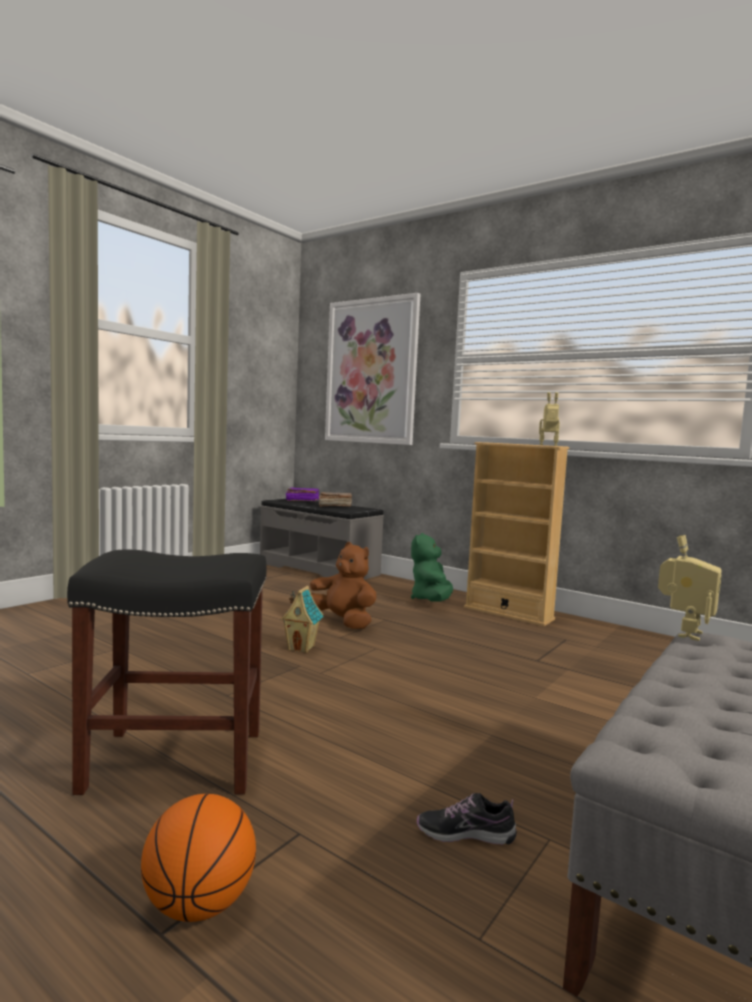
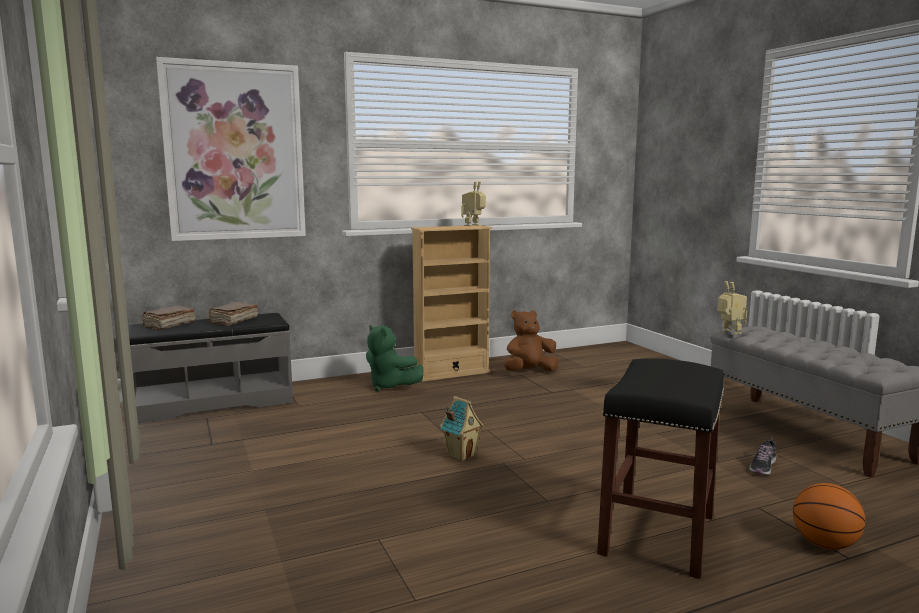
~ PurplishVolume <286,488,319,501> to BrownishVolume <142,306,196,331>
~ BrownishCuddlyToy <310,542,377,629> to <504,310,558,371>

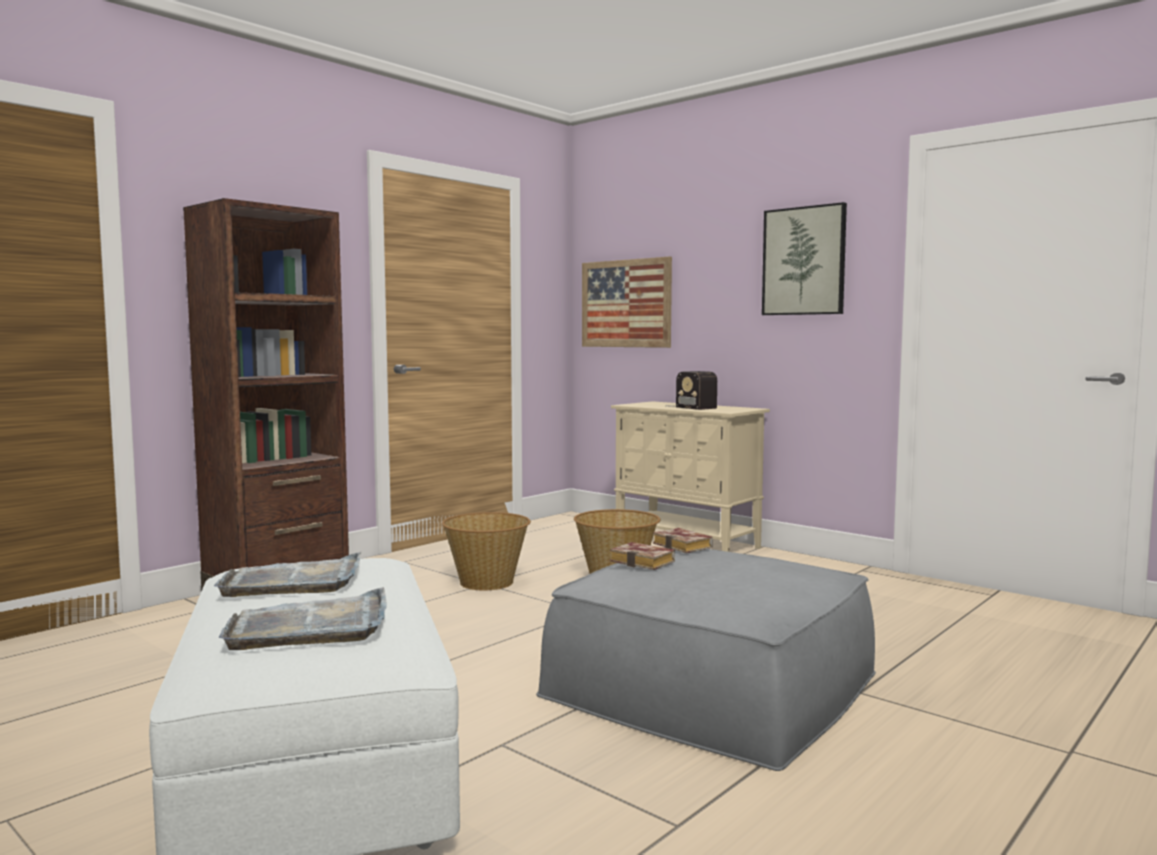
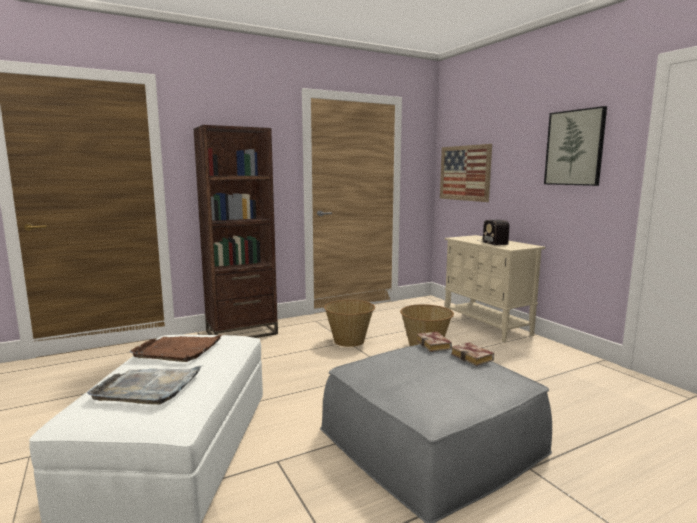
~ GreyishTray <214,552,361,597> to BrownishTray <130,335,222,362>
~ Volume <610,542,675,570> to <451,342,494,366>

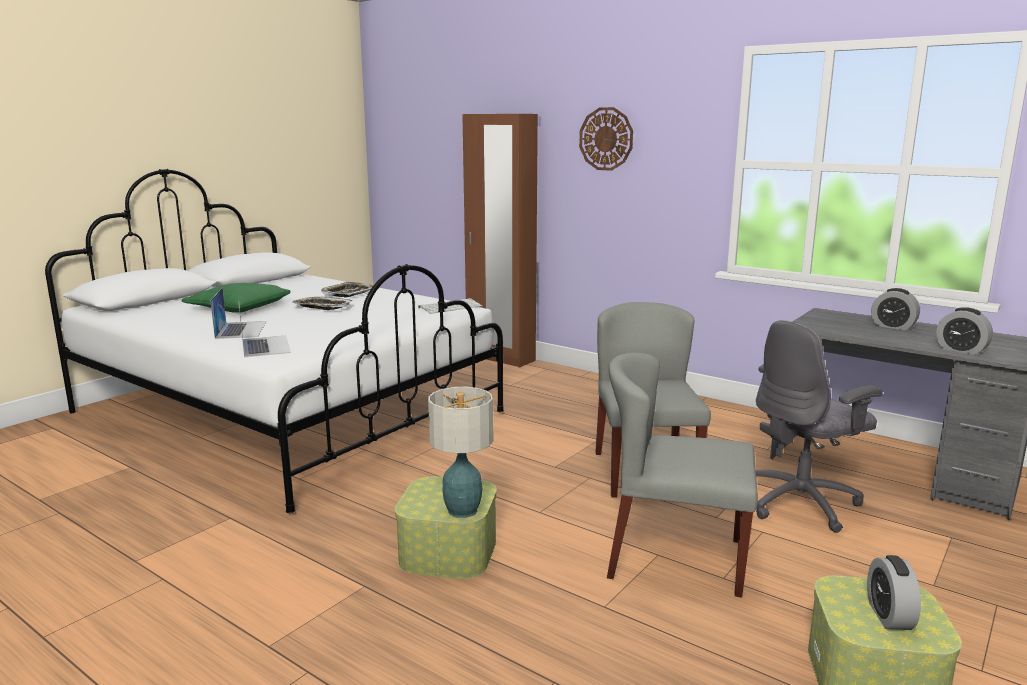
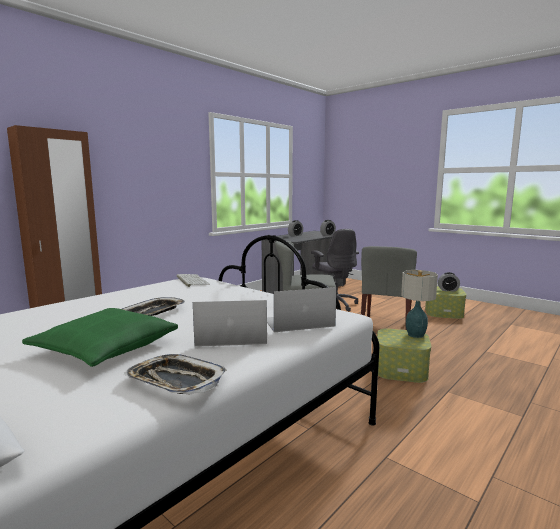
~ Tray <321,282,373,297> to <124,354,227,394>
- WallClock <579,107,633,171>

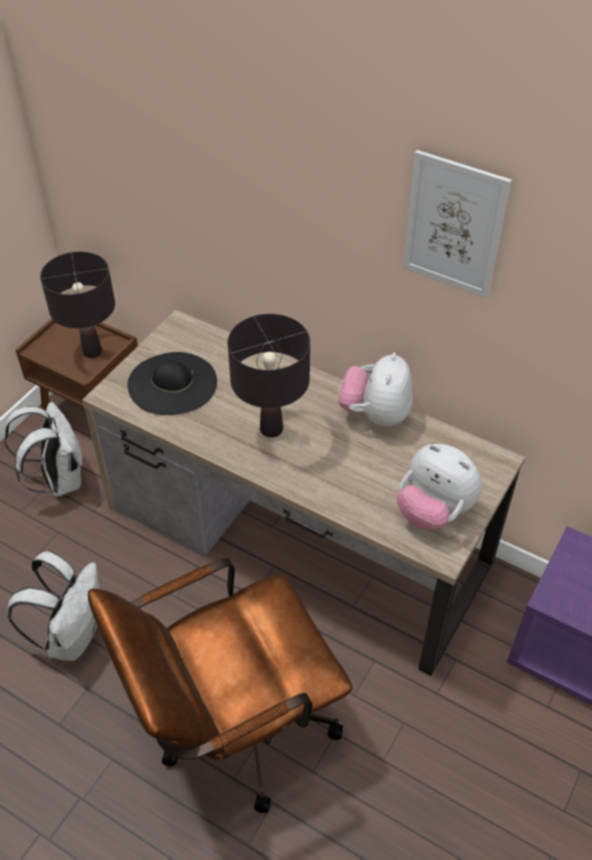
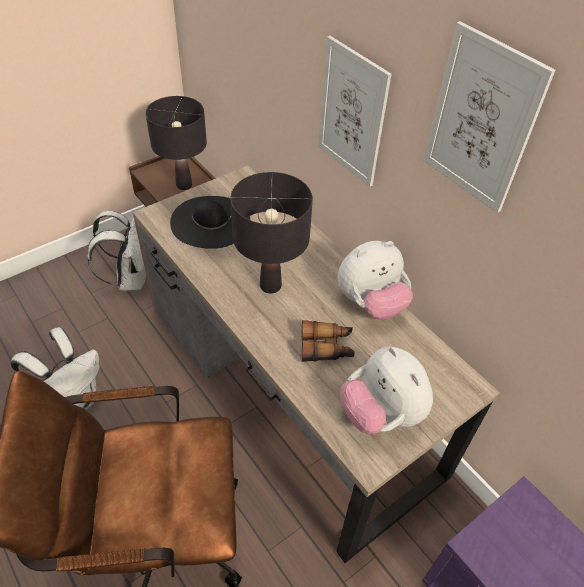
+ PairOfBinoculars <302,320,355,362>
+ WallArt <318,36,392,187>
~ CuddlyToy <338,353,413,427> = <337,241,413,320> 150 degrees counterclockwise

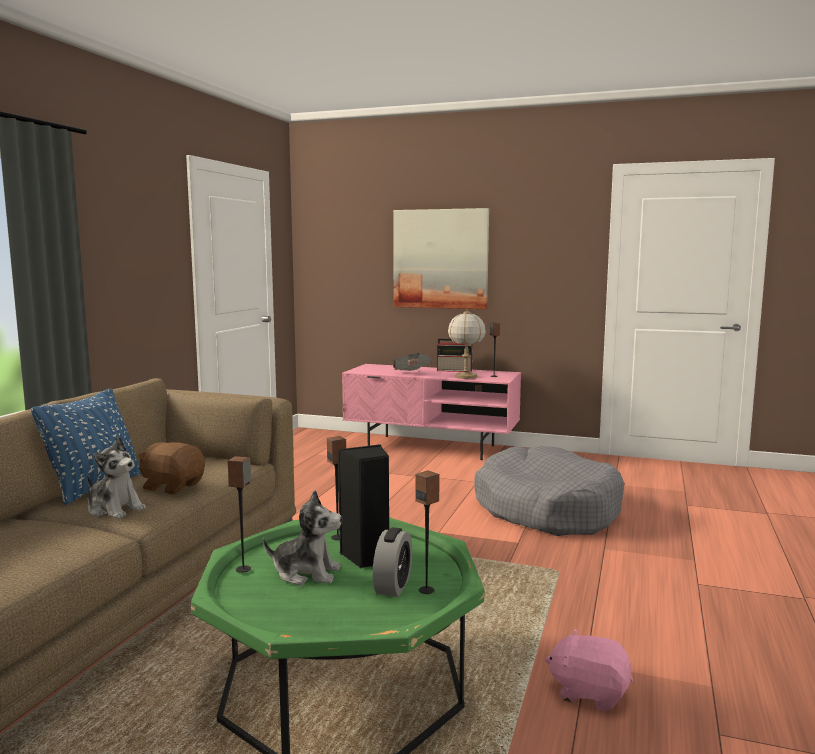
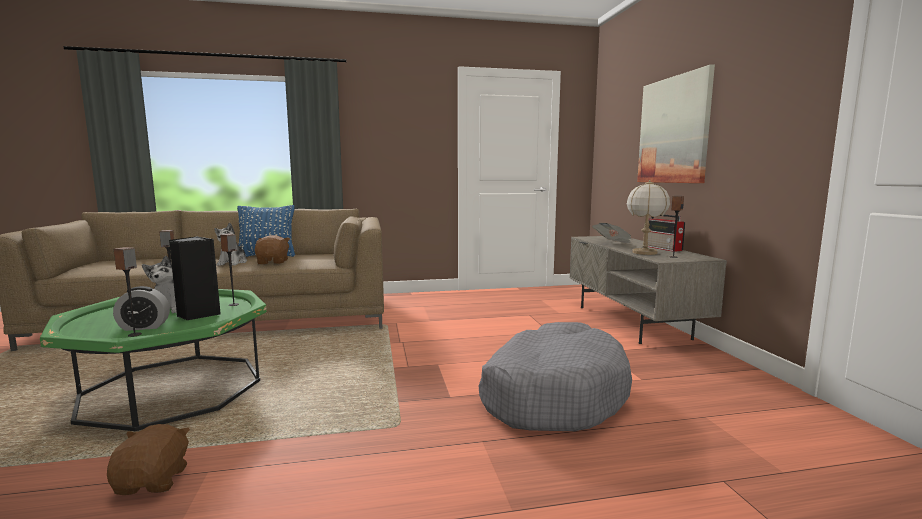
~ PinkishCuddlyToy <545,629,633,711> to BrownishCuddlyToy <107,424,190,495>
~ PinkishMediaConsole <342,364,521,460> to GreyishMediaConsole <570,236,727,344>

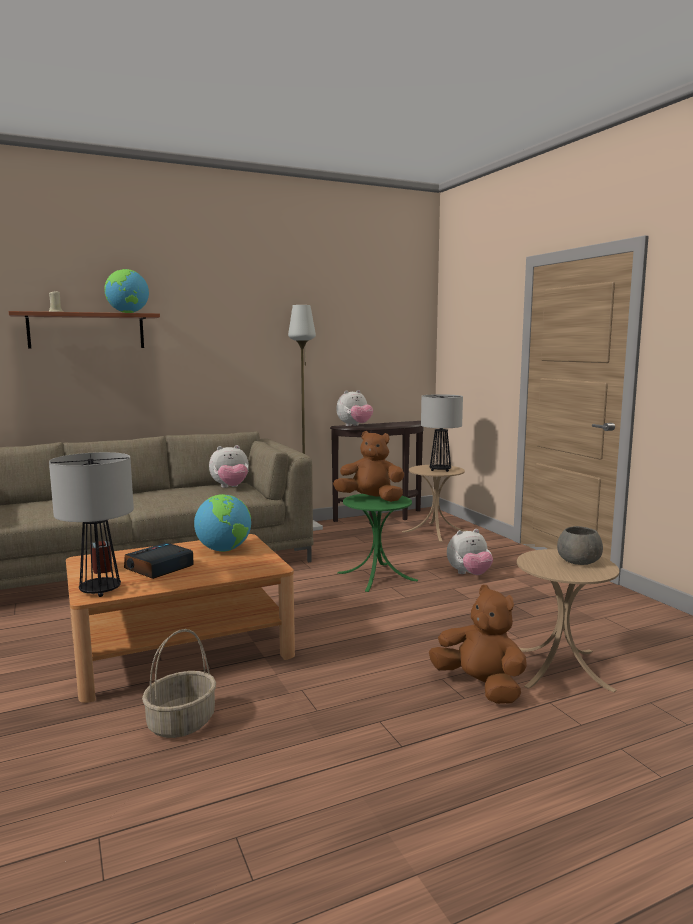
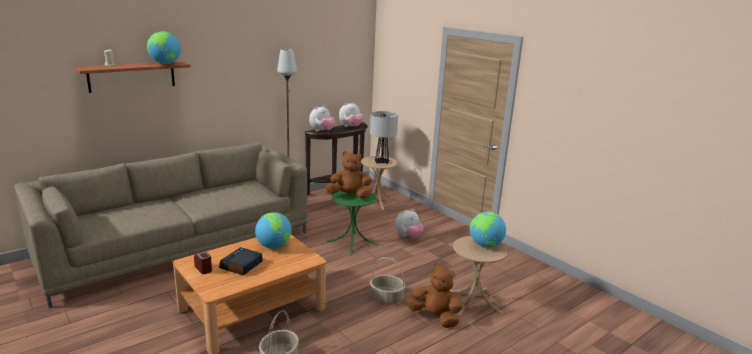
~ CuddlyToy <209,445,249,488> to <339,102,363,127>
+ HouseholdBasket <370,257,405,305>
~ GreyishServingBowl <557,526,603,565> to Globe <470,212,506,248>
- LampForATable <49,452,134,597>

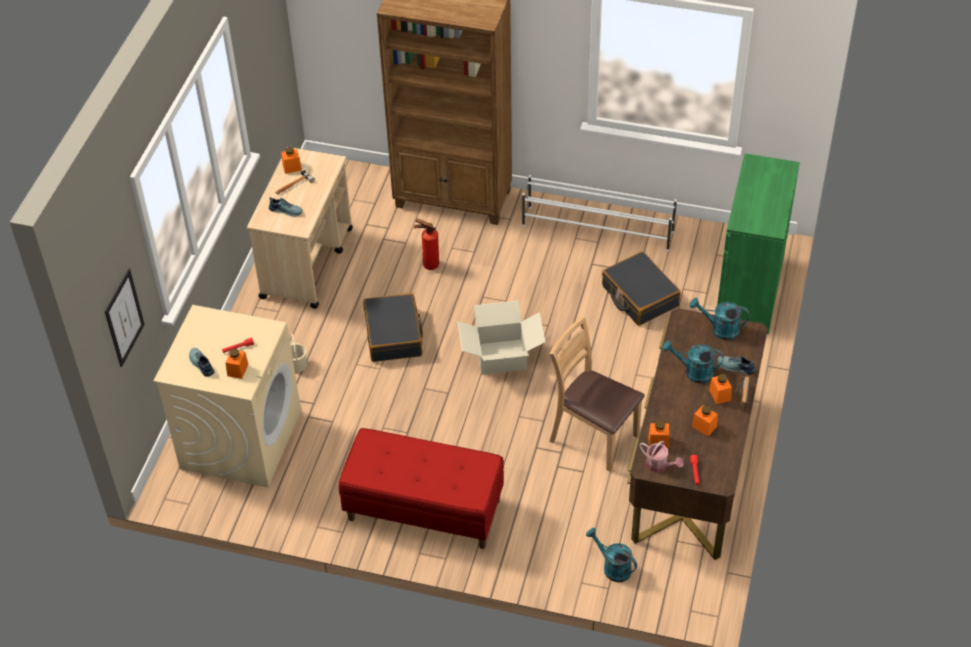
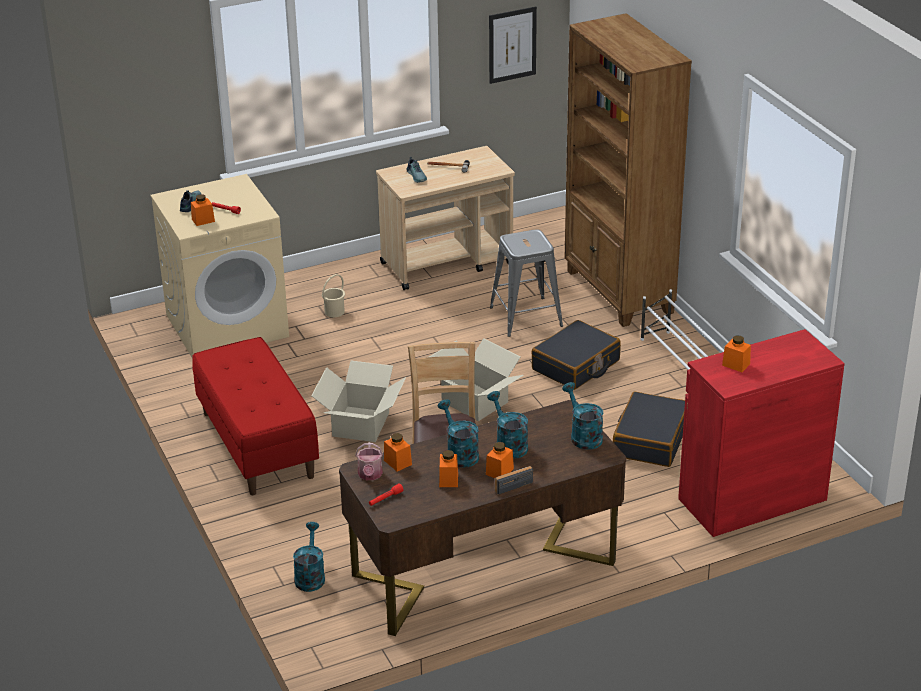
+ CardboardBox <311,361,406,442>
+ BlueGreenSprinklingCan <438,399,479,468>
~ WallArt <105,269,145,367> to <489,7,537,84>
~ FireFightingCylinder <414,218,439,270> to GreyishStoolSeat <490,229,563,337>
~ BlackishSuitcase <364,293,423,362> to <531,320,621,390>
~ GreenCupboard <717,153,800,334> to ReddishCupboard <678,329,845,537>
~ OrangeColouredPreserveJar <281,147,302,174> to <722,335,751,372>
- Shoe <717,356,756,375>

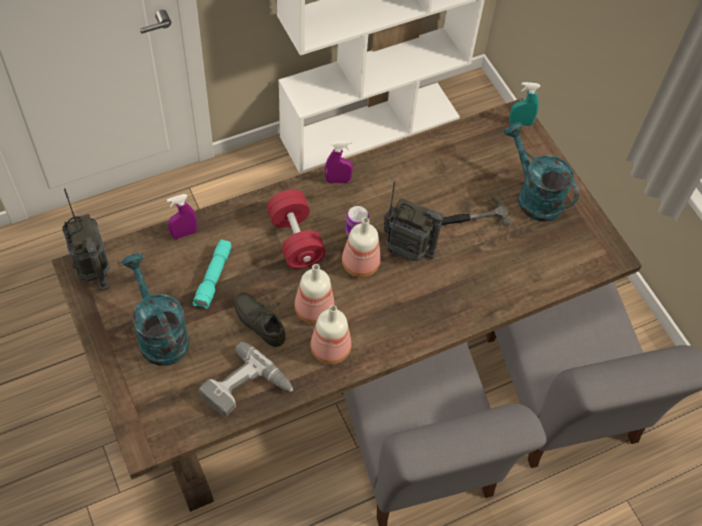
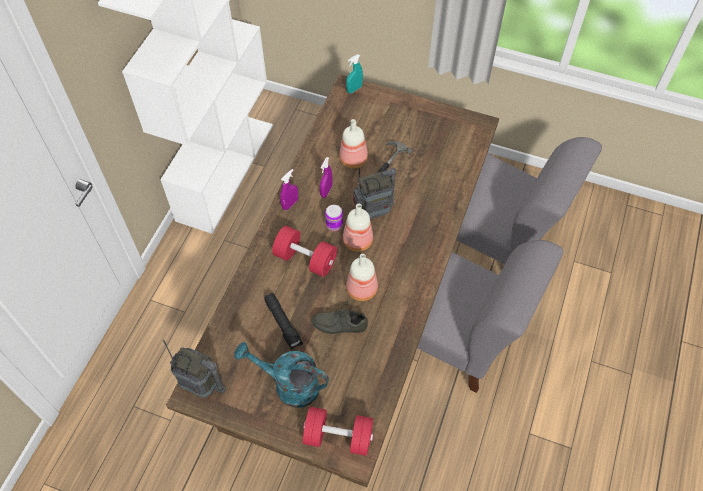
~ BlueGreenHandTorch <192,239,231,309> to BlackishHandTorch <264,293,303,350>
+ ReddishHandWeight <303,407,373,456>
~ PurplishSprayer <167,194,197,239> to <320,157,333,198>
~ BeverageBottle <311,305,351,364> to <339,119,368,168>
- Drill <199,342,293,416>
- BlueGreenSprinklingCan <503,122,579,222>

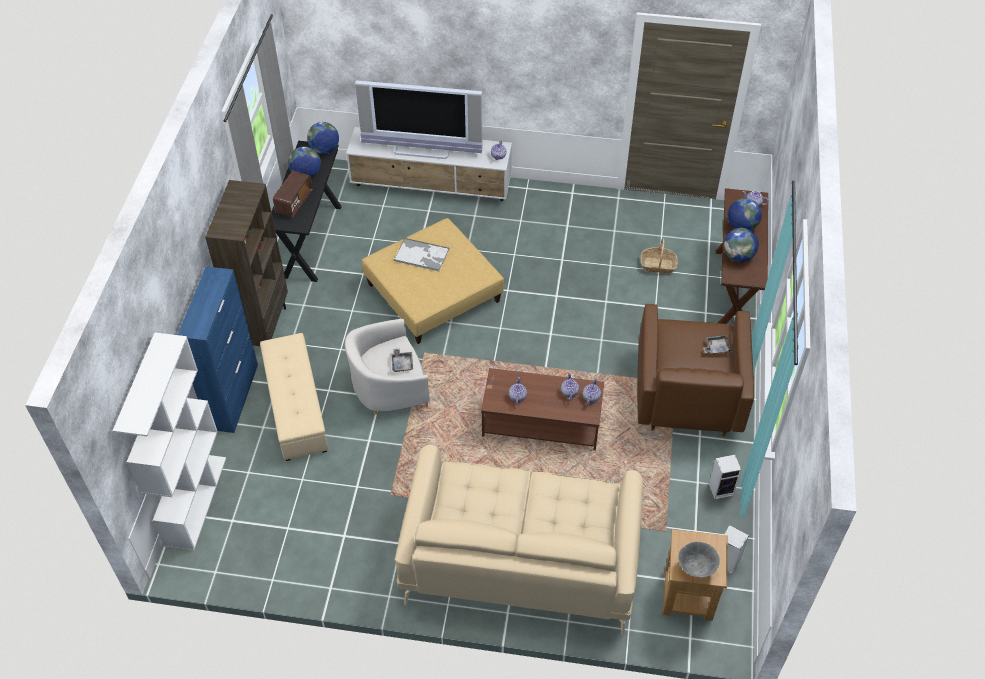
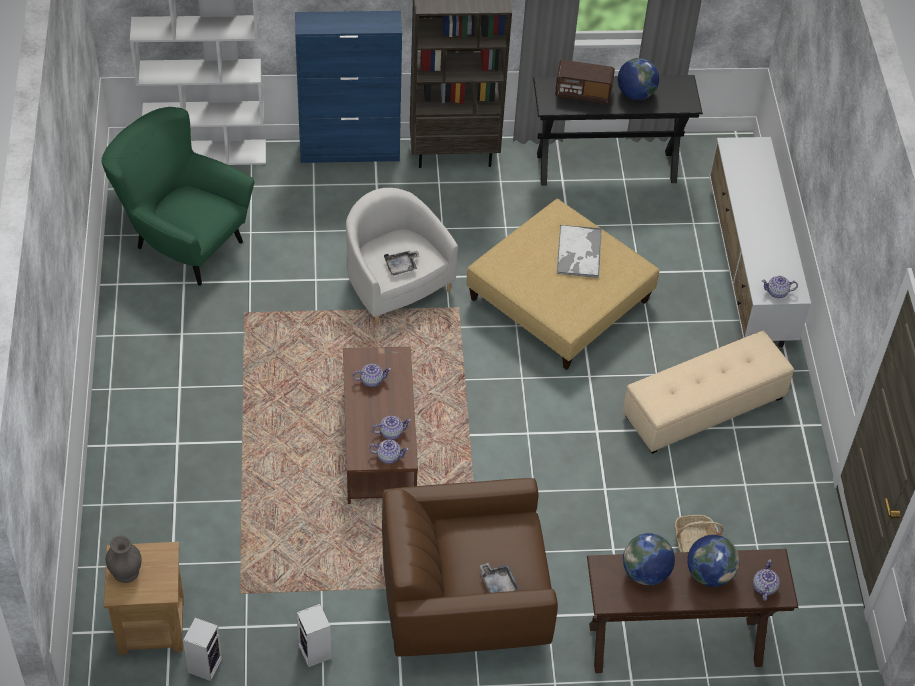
+ GreenEasyChair <102,107,254,286>
~ GreyishServingBowl <678,542,720,577> to GreyishVase <106,536,142,583>
~ BeigeOttoman <260,333,328,461> to <623,330,794,454>
- Globe <307,122,339,154>
- Tv <355,80,483,159>
- BeigeSettee <395,445,643,636>

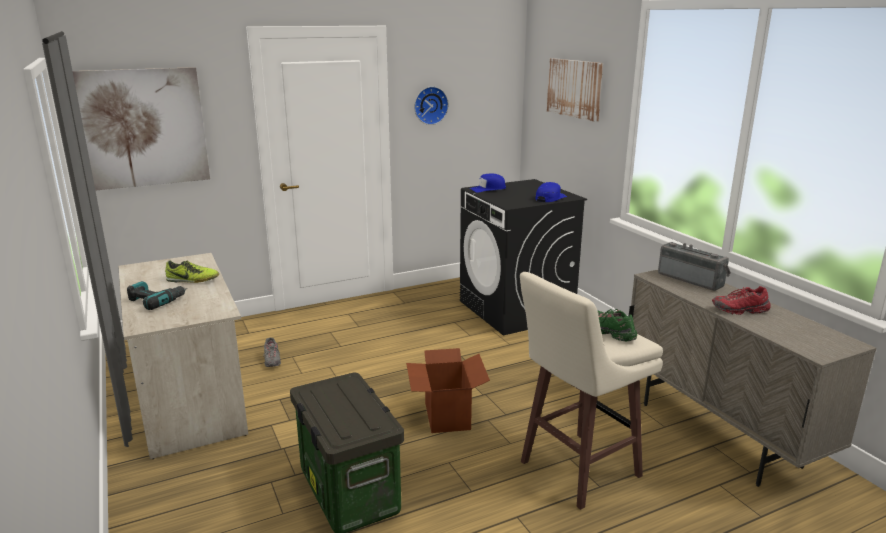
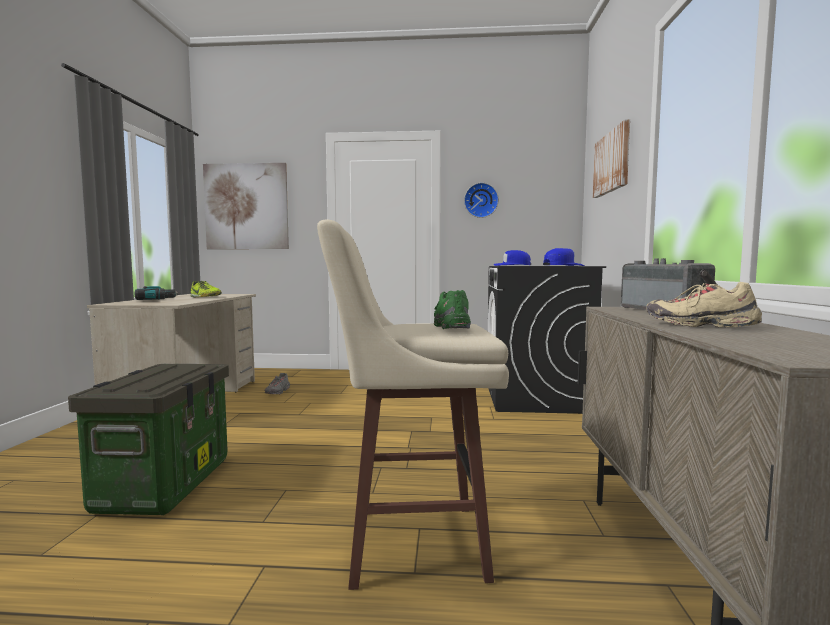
~ ReddishShoe <712,286,771,315> to BeigeShoe <646,282,762,327>
- CardboardBox <406,348,490,433>

